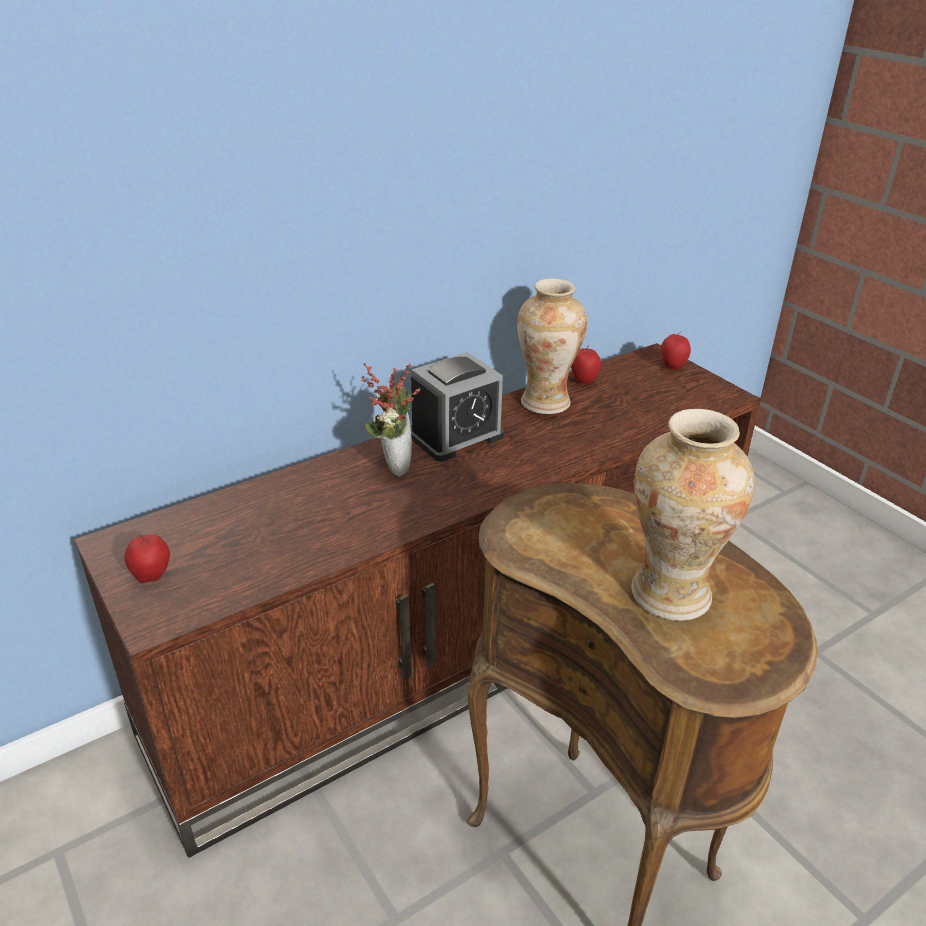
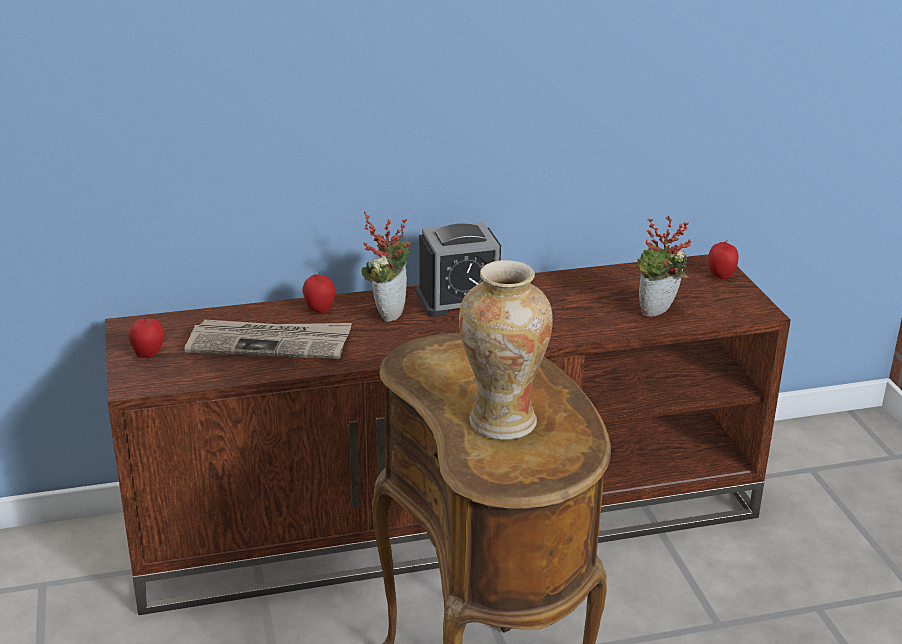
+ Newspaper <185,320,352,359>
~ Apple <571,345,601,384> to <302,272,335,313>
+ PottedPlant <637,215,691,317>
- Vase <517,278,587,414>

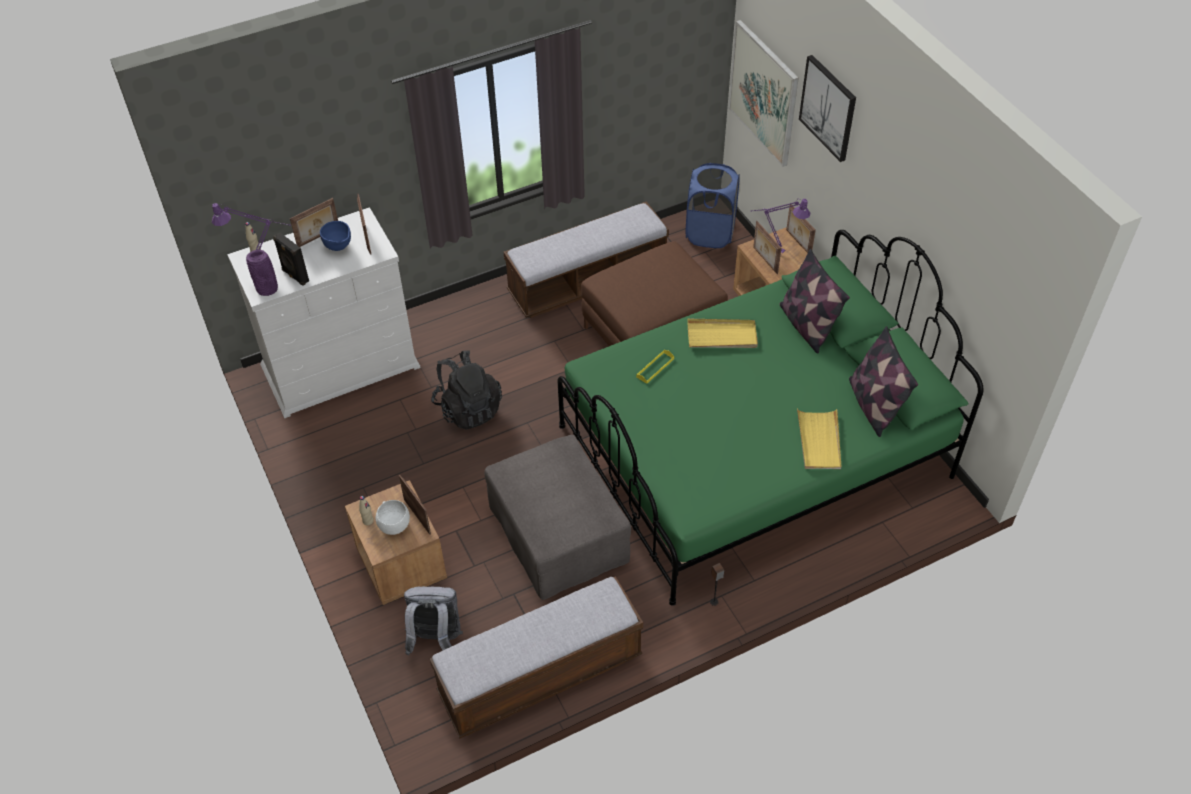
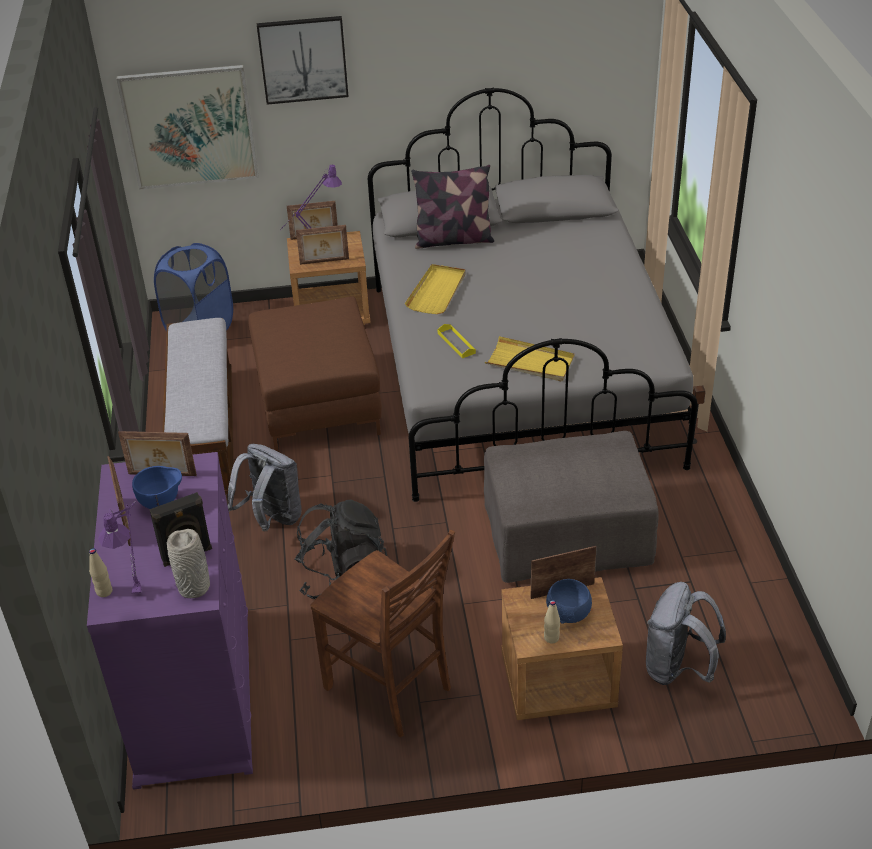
~ WhiteColouredDrawerChest <227,207,421,418> to PurplishDrawerChest <87,452,253,790>
~ PurplishVase <246,249,278,296> to GreyishVase <167,529,210,598>
+ GreyishKnapsack <228,444,302,531>
+ BrownishUprightChair <311,530,455,737>
~ GreenSleepingBed <558,230,984,606> to GreyishSleepingBed <368,87,698,502>
~ YellowishTray <797,409,841,469> to <485,336,575,381>
~ WhiteColouredServingBowl <376,500,410,535> to BlueServingBowl <546,579,592,624>
- IndoorBench <430,576,643,739>
- Cushion <849,326,918,437>

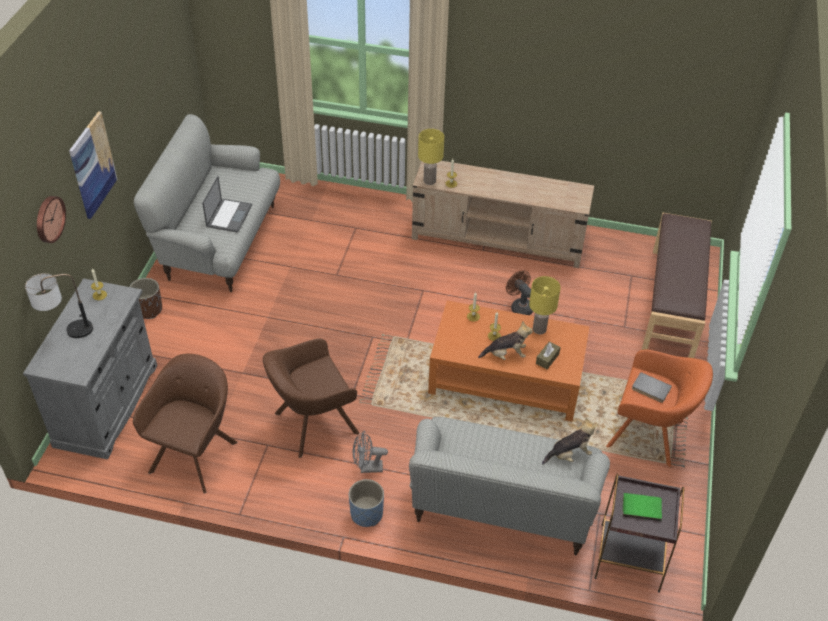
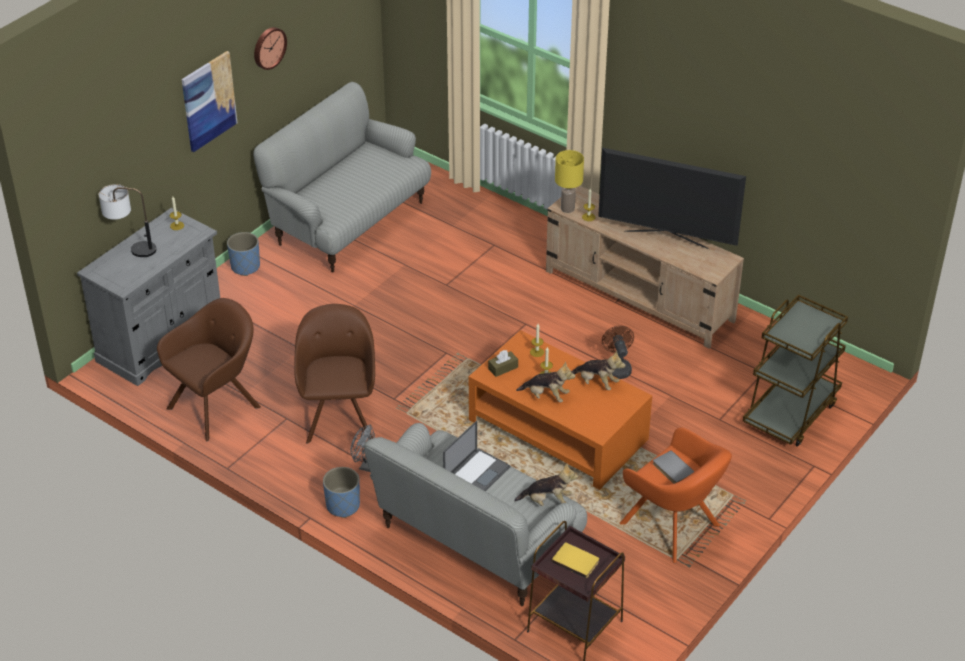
~ BrownishFlowerPot <129,278,162,319> to BlueFlowerPot <227,232,260,276>
~ WallClock <37,196,66,243> to <254,27,287,70>
~ BrownishEasyChair <263,338,359,458> = <294,304,375,444> 90 degrees clockwise
~ PortableComputer <202,176,252,233> to <443,421,510,491>
~ BrownishTissueHolder <536,342,561,369> to <488,350,518,377>
~ GreenVolume <623,493,662,521> to YellowishVolume <552,542,599,579>
~ YellowishLampForATable <529,276,561,334> to CuddlyToy <571,350,626,390>
+ Tv <598,148,746,249>
~ BrownishIndoorBench <642,213,712,358> to BrownishWheeledCart <743,295,848,447>

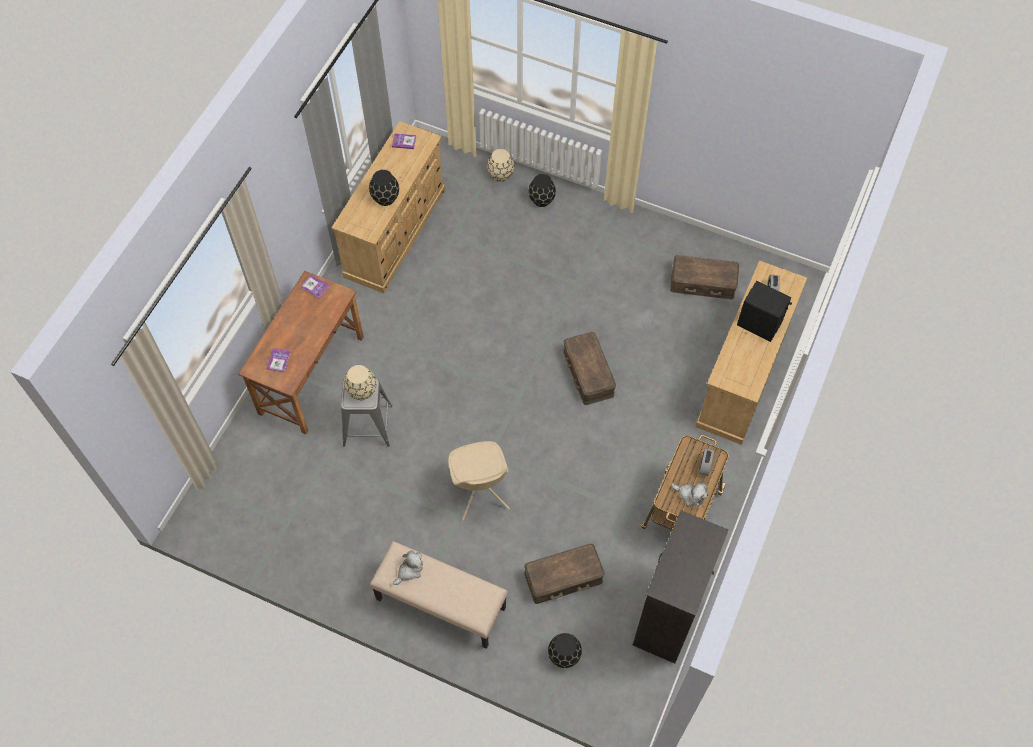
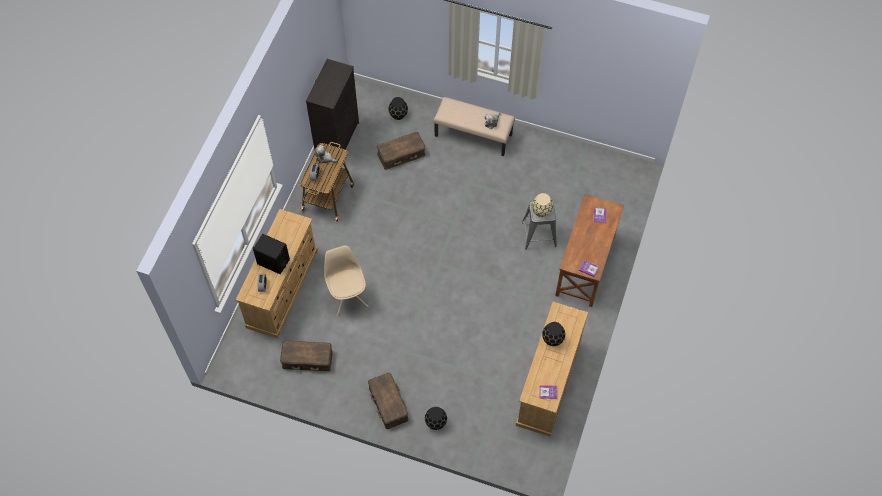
~ BeigeUprightChair <448,441,510,521> to <324,245,368,317>
~ BrownishStorageBox <563,332,616,405> to <368,373,408,429>
- BeigeVase <487,149,514,182>

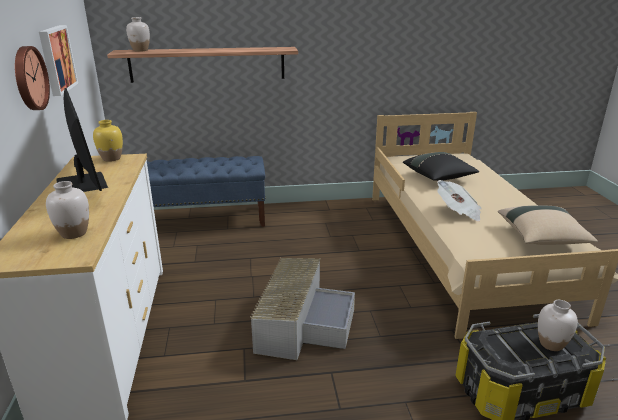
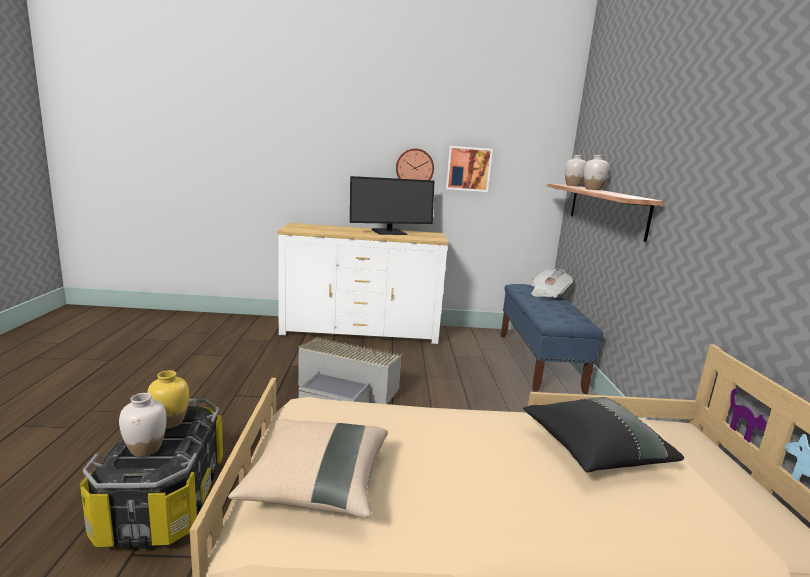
~ YellowishVase <93,120,123,162> to <147,370,189,429>
~ Newspaper <437,180,482,221> to <531,269,573,298>
~ WhiteColouredVase <46,181,89,239> to <584,155,609,190>

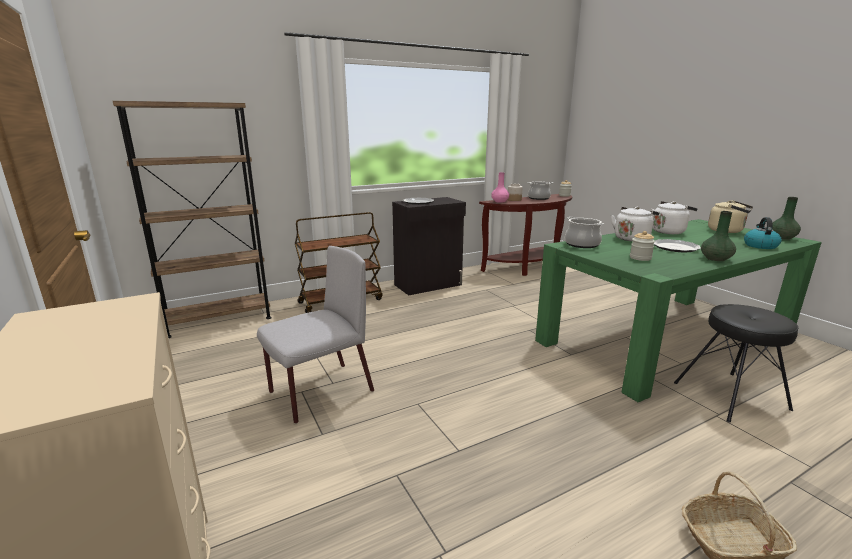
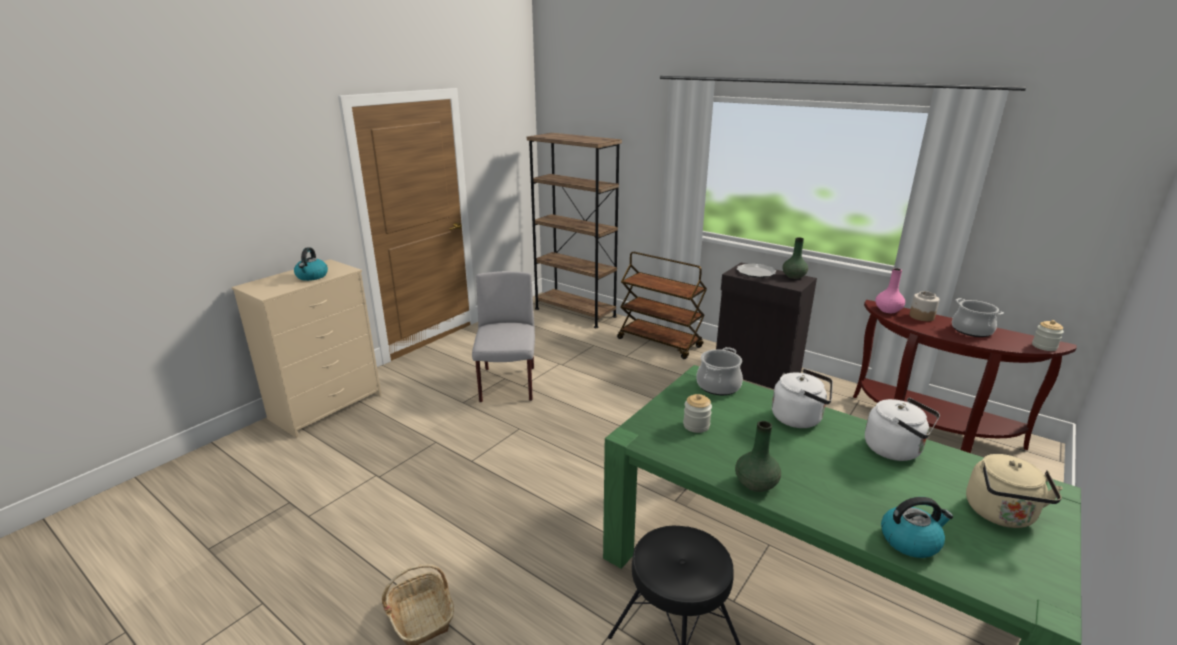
+ TeaKettle <294,247,328,281>
~ GreyishUprightChair <257,246,374,424> = <472,271,535,402> 120 degrees counterclockwise
~ GreenVase <772,197,801,240> to <783,237,808,279>
- FlatDish <654,239,701,252>

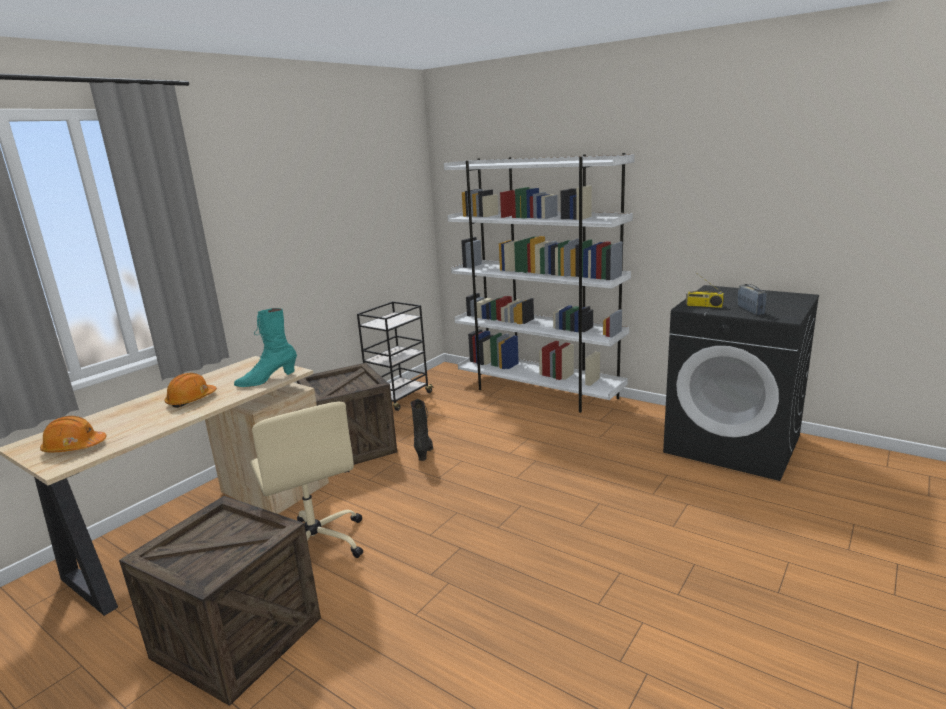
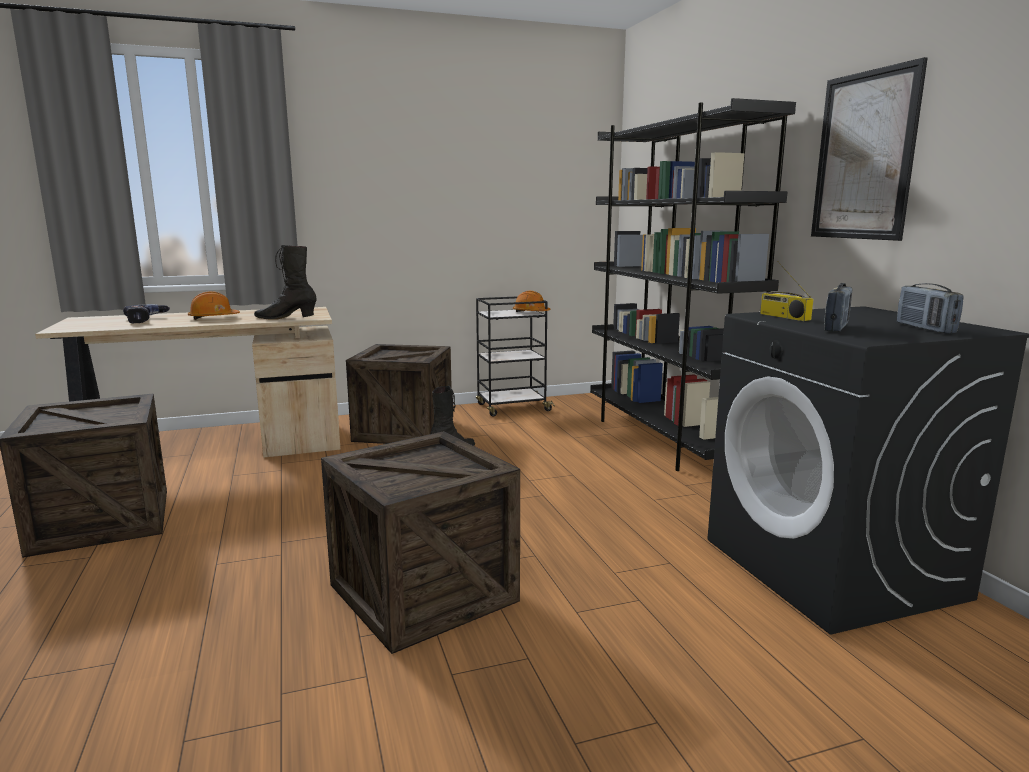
+ Drill <123,304,170,323>
~ BlueGreenTallBoot <234,308,297,387> to BlackishTallBoot <254,245,317,320>
+ Crate <321,431,520,654>
~ OrangeColouredWorkHelmet <40,416,106,452> to <513,291,551,312>
~ WhiteColouredBookcase <444,153,635,413> to BlackishBookcase <590,98,796,471>
+ WallArt <811,57,928,241>
+ Radio <897,283,964,333>
- BeigeOfficeChair <250,402,363,558>

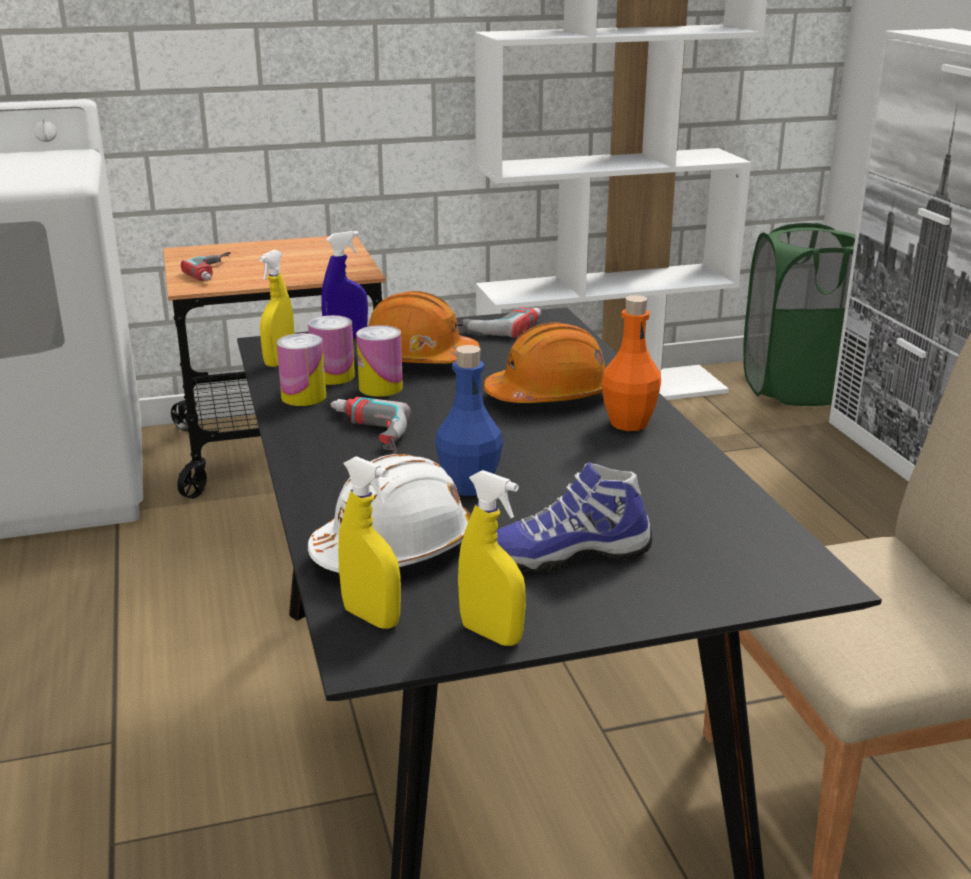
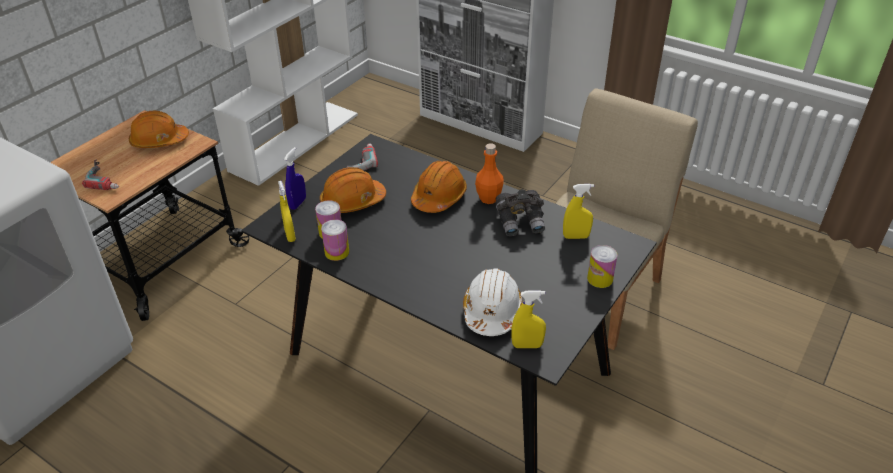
+ OrangeColouredWorkHelmet <129,111,189,148>
+ GreyishPairOfBinoculars <495,189,545,236>
~ YellowishSprayer <458,470,526,646> to <563,184,594,239>
~ MetalCan <356,325,403,397> to <587,245,617,288>
- Drill <330,397,411,454>
- BlueBeverageBottle <435,345,503,496>
- Shoe <496,462,652,572>
- GreenLaundryBasket <744,223,856,406>

